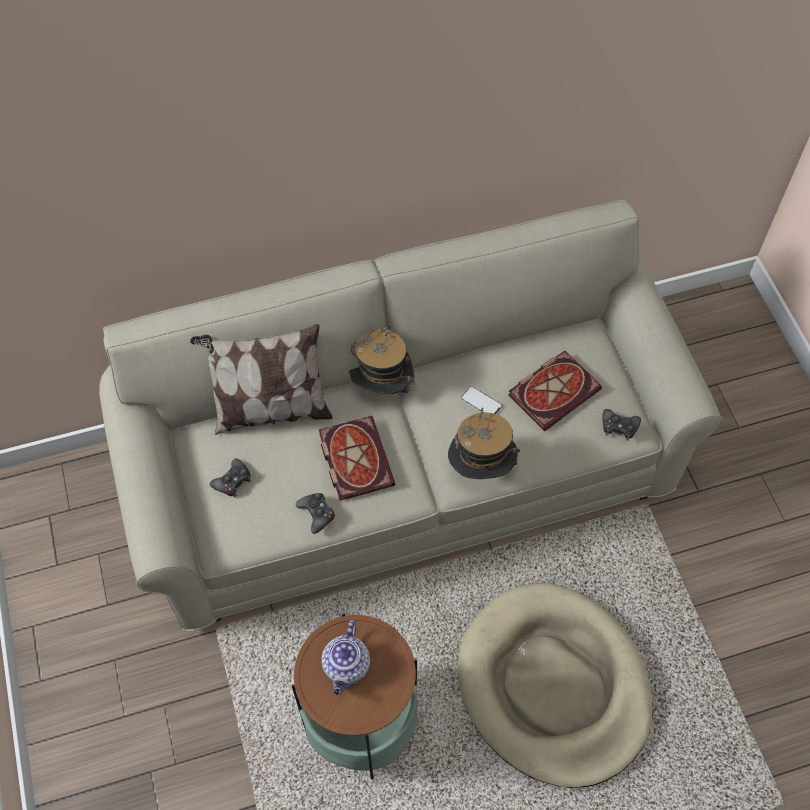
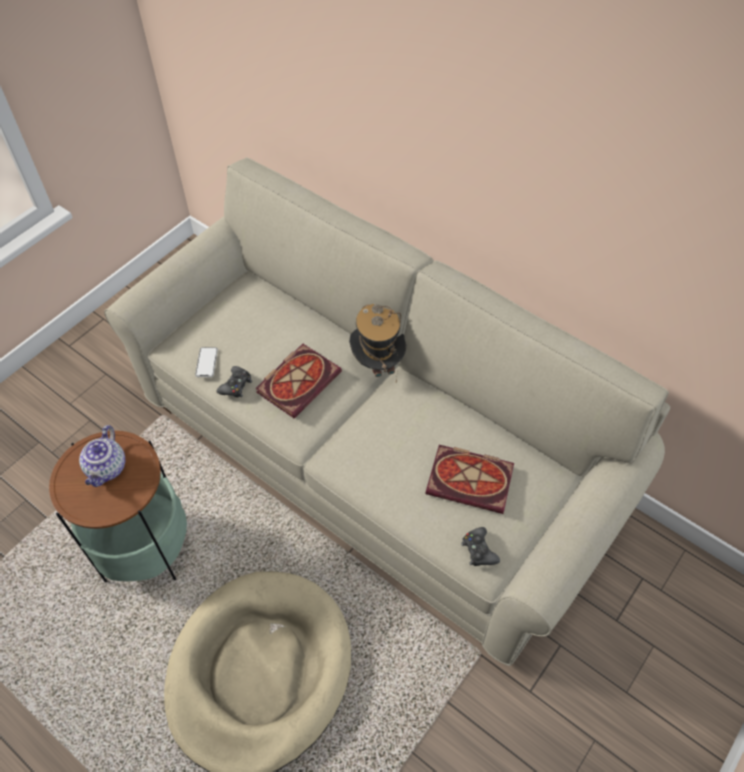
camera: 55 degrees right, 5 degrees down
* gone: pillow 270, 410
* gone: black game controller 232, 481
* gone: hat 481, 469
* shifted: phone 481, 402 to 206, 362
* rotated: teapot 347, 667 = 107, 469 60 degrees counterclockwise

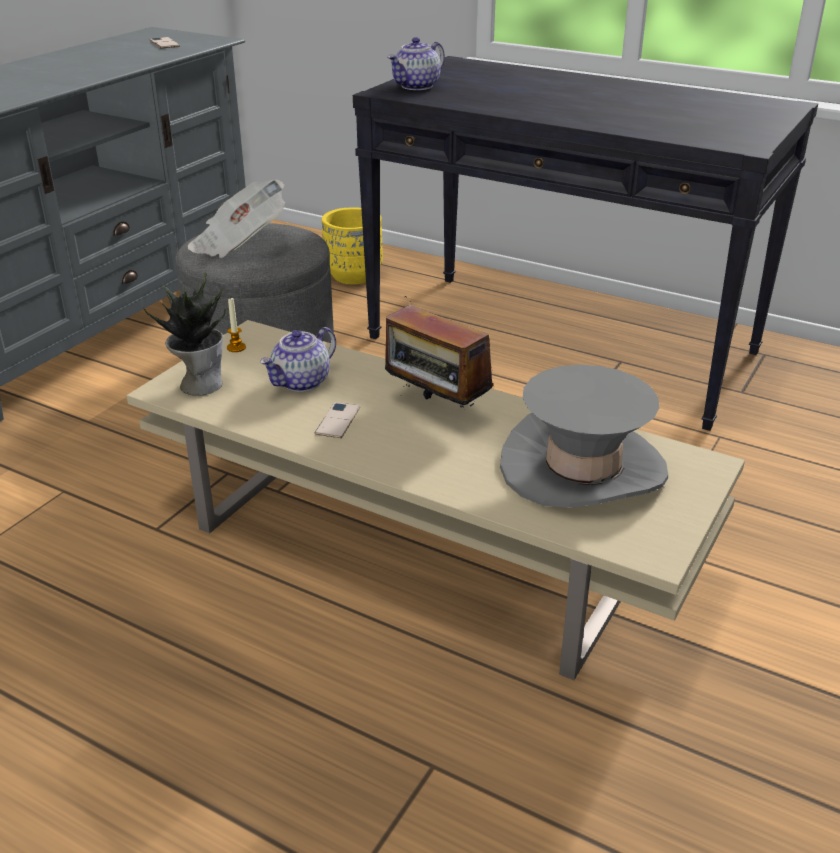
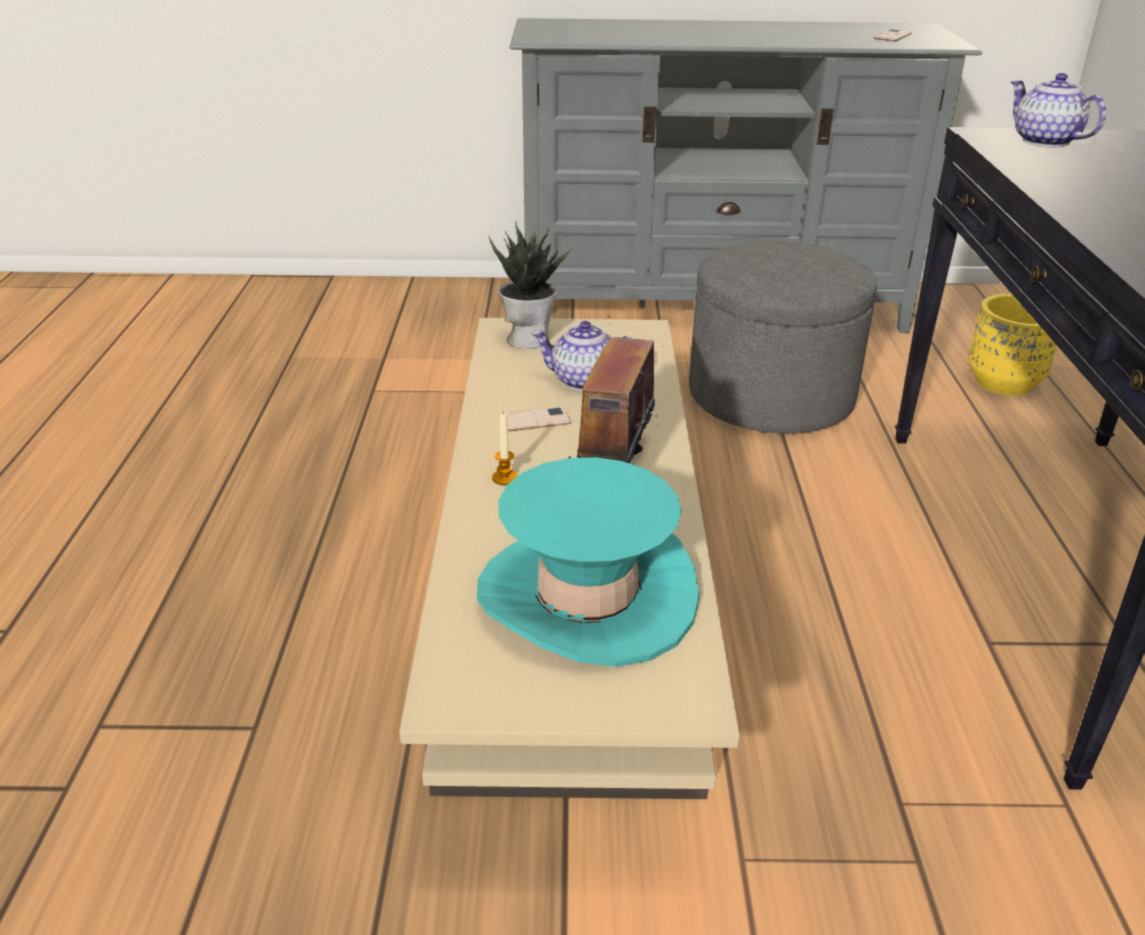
camera: 60 degrees right, 0 degrees up
* gone: newspaper 239, 244
* shifted: candle 236, 348 to 505, 478
* repainted: grey hat 583, 467 to turquoise hat 587, 595
* rotated: teapot 417, 86 = 1044, 141 45 degrees clockwise

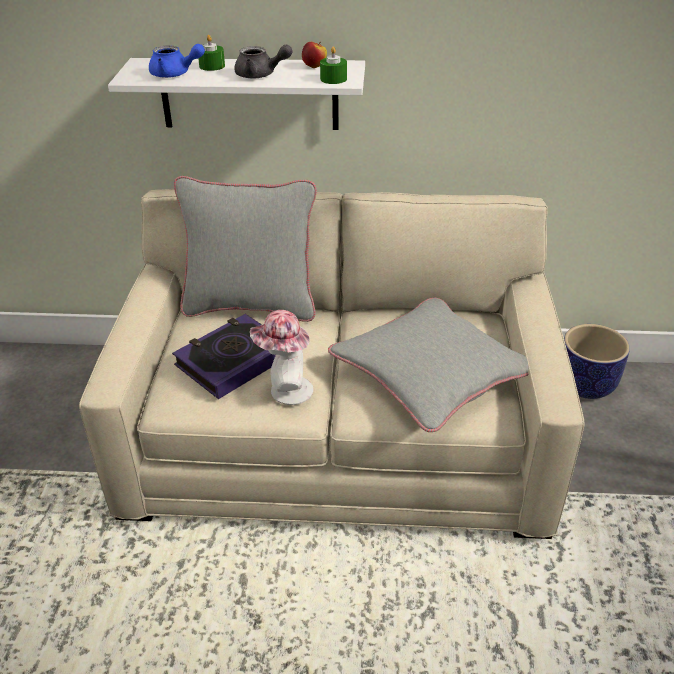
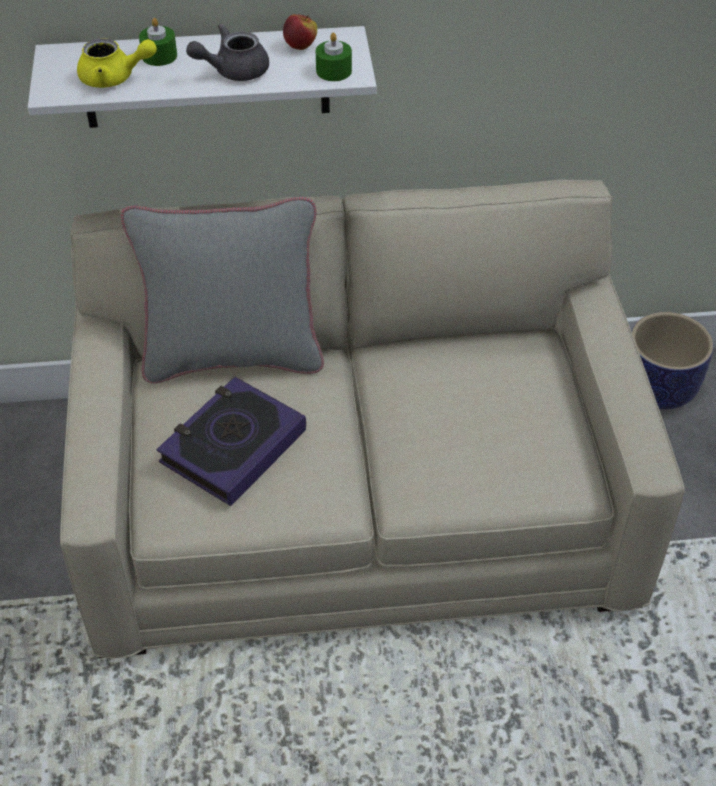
camera: 10 degrees left, 10 degrees up
* gone: hat 285, 391
* gone: grey pillow 431, 372
* repainted: blue teapot 175, 74 to yellow teapot 114, 78
* rotated: grey teapot 260, 75 = 233, 70 150 degrees clockwise

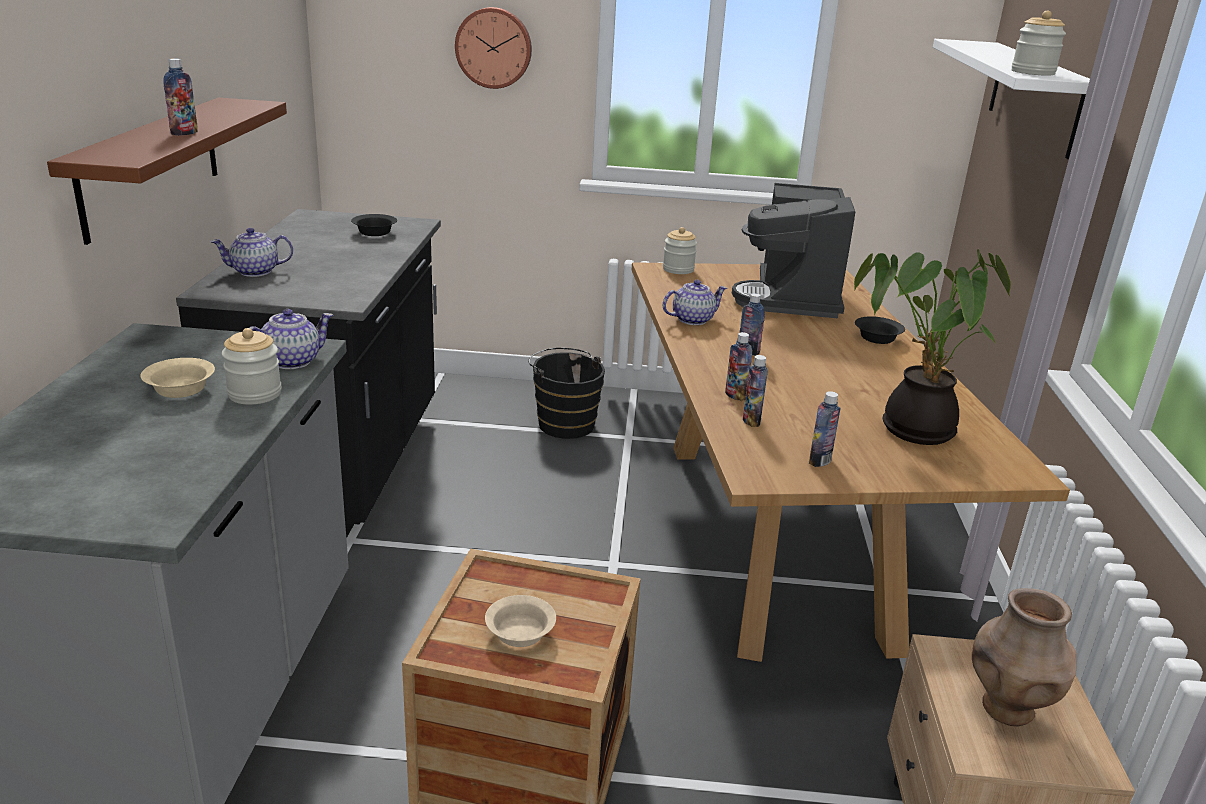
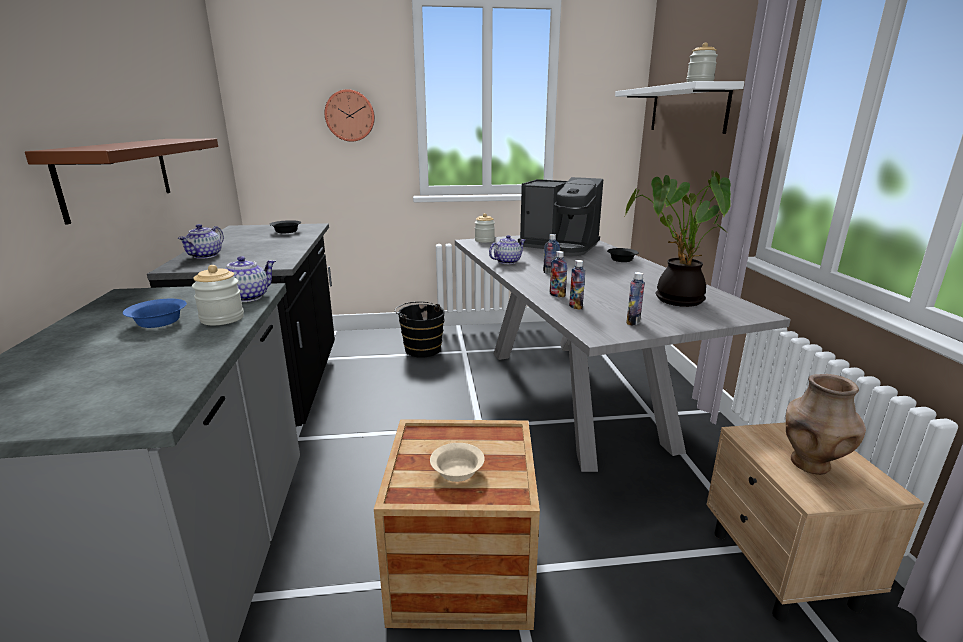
camera: 10 degrees left, 5 degrees down
* gone: bottle 184, 133
* repainted: beige bowl 180, 389 to blue bowl 158, 322
* repainted: brown dining table 775, 536 to grey dining table 574, 394
* rotated: teapot 254, 272 = 205, 256 45 degrees counterclockwise
* rotated: coffee machine 792, 298 = 560, 247 60 degrees counterclockwise

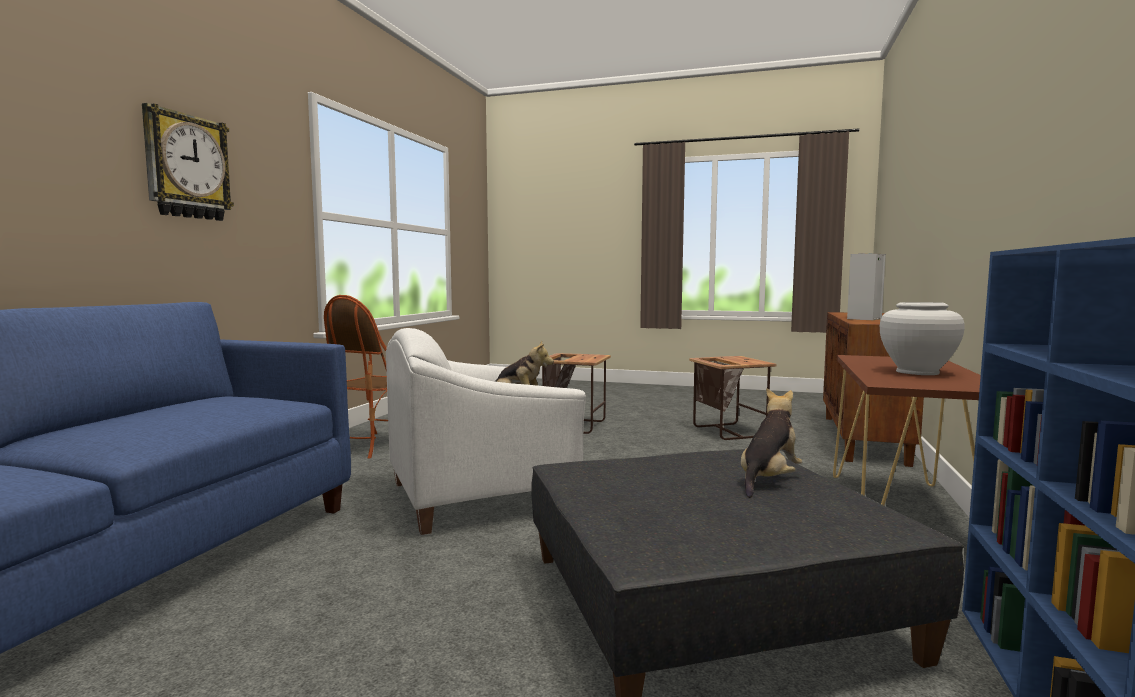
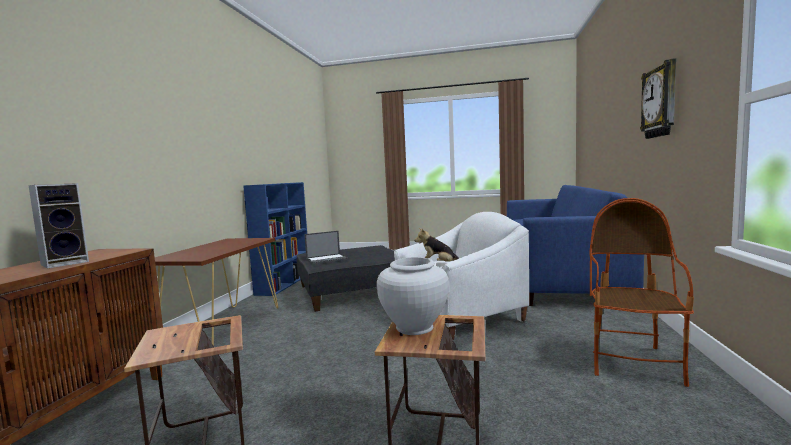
camera: 175 degrees right, 0 degrees up
* shifted: white vase 917, 372 to 414, 328
* swapped: plush toy 768, 480 to laptop 327, 259

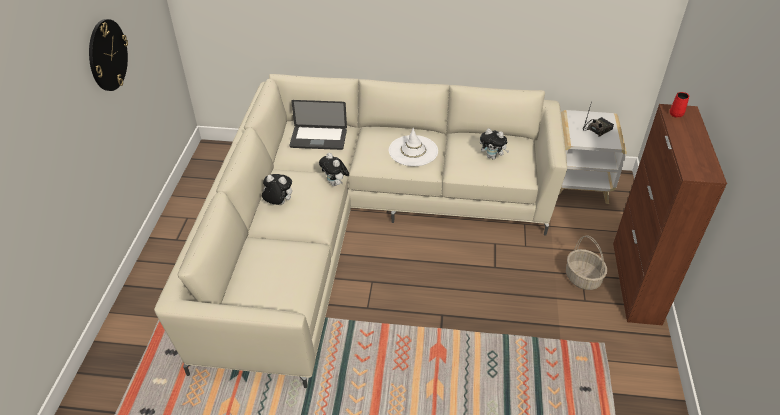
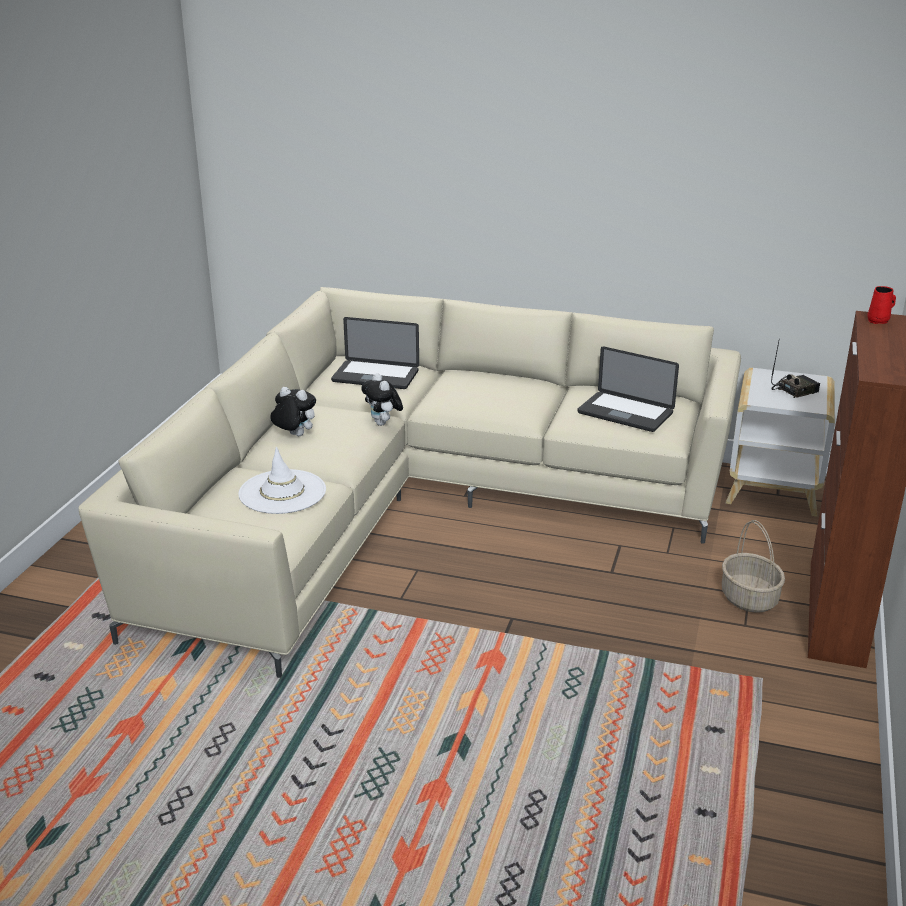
camera: 10 degrees right, 15 degrees down
* gone: wall clock 107, 55
* shifted: white hat 413, 151 to 282, 492
* swapped: plush toy 492, 157 to laptop 625, 413

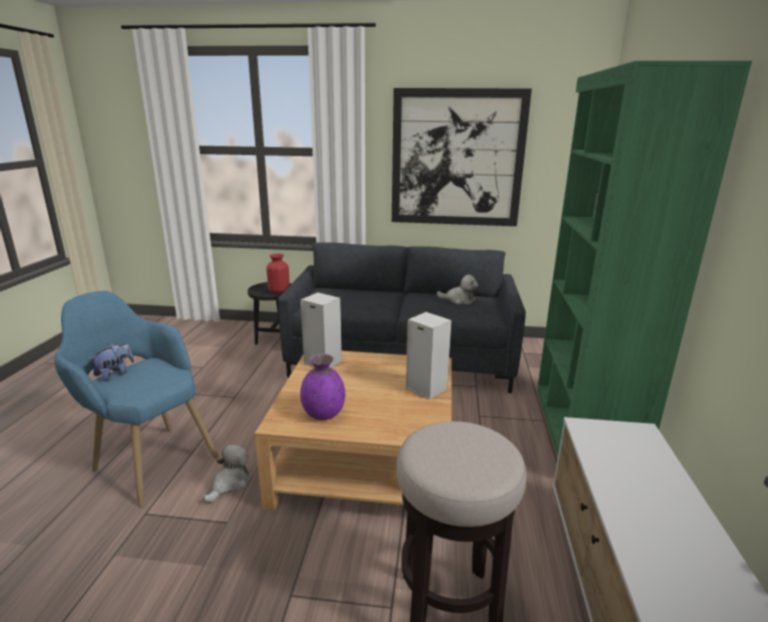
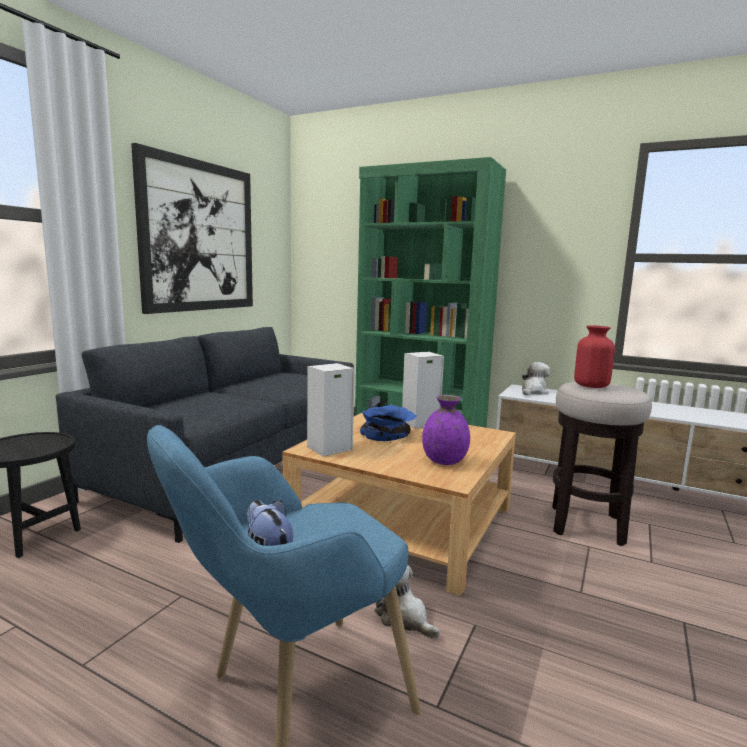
camera: 70 degrees left, 10 degrees down
* new: blue bowl 387, 434
* shifted: red vase 279, 291 to 591, 385
* shifted: plush toy 459, 300 to 533, 392

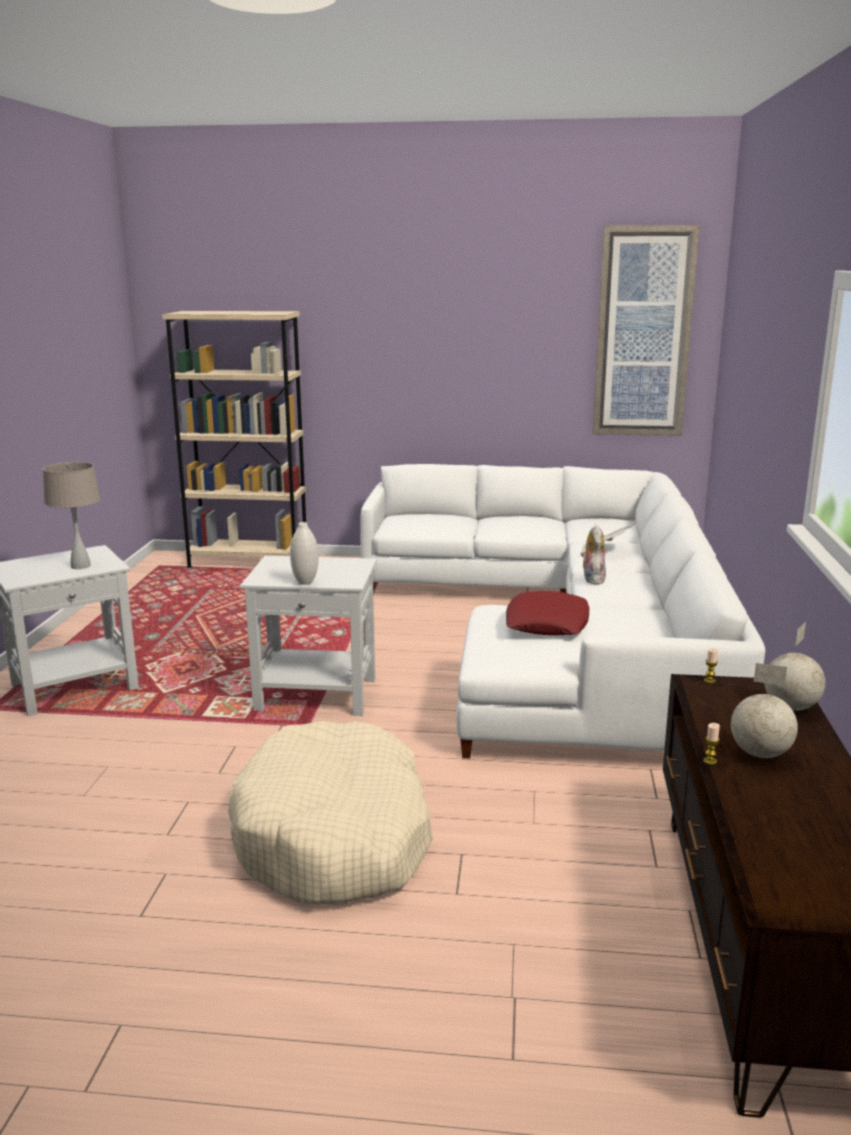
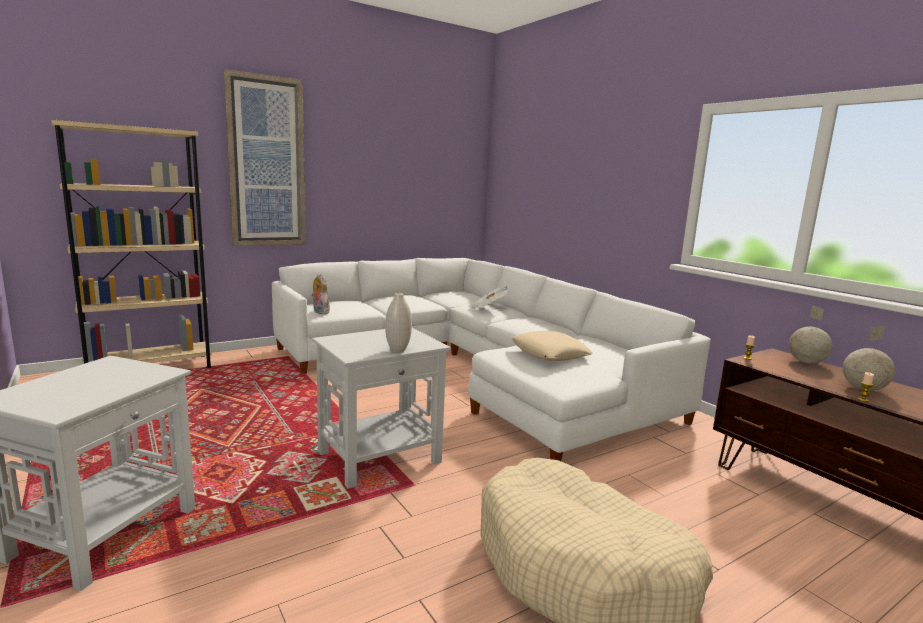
camera: 40 degrees left, 5 degrees down
* gone: beige table lamp 80, 566
* shifted: plush toy 592, 579 to 319, 312
* shifted: picture 643, 333 to 266, 162
* repainted: red pillow 547, 623 to beige pillow 550, 353

